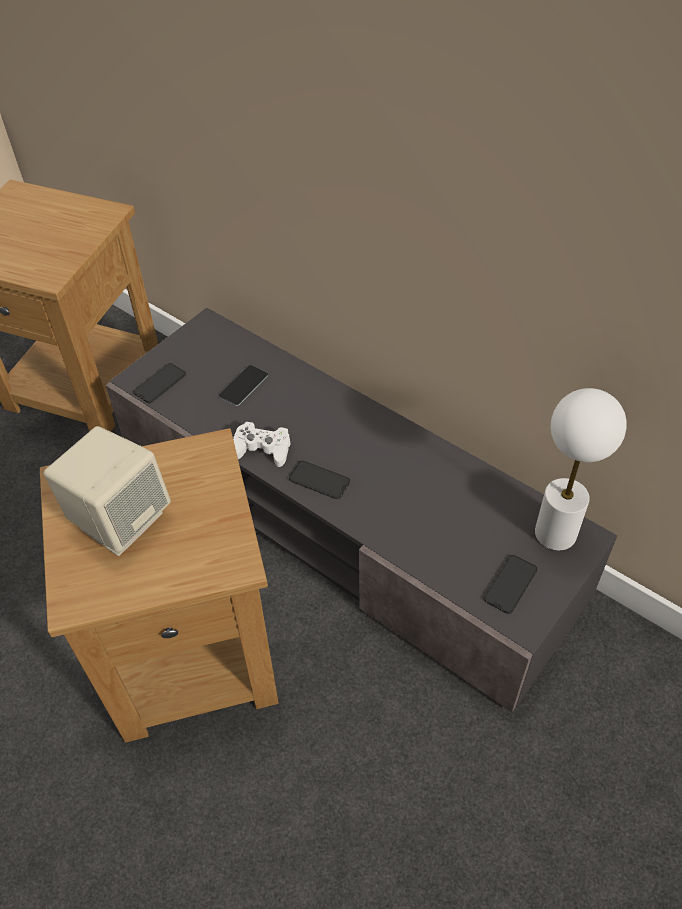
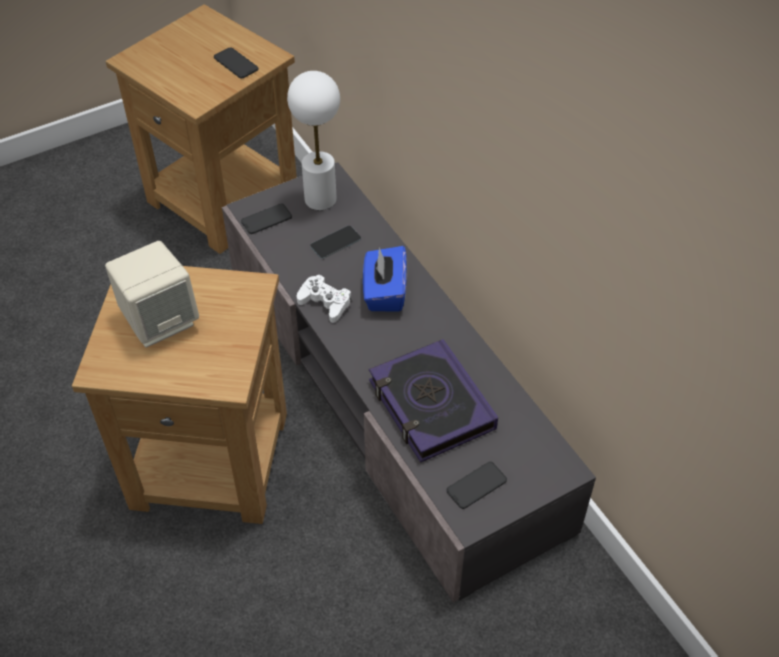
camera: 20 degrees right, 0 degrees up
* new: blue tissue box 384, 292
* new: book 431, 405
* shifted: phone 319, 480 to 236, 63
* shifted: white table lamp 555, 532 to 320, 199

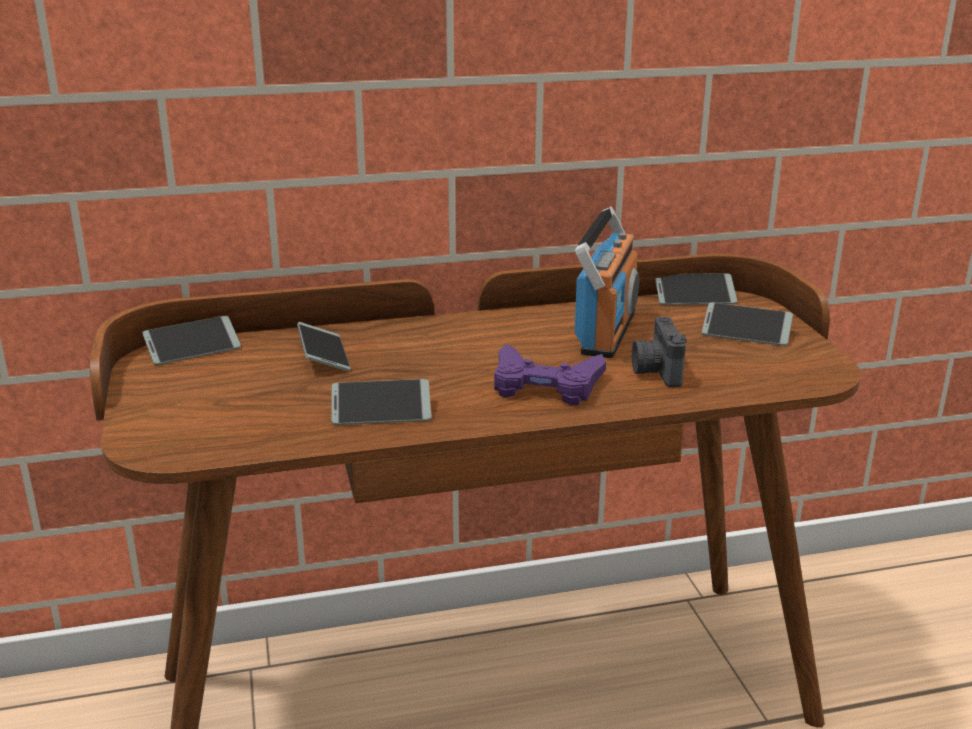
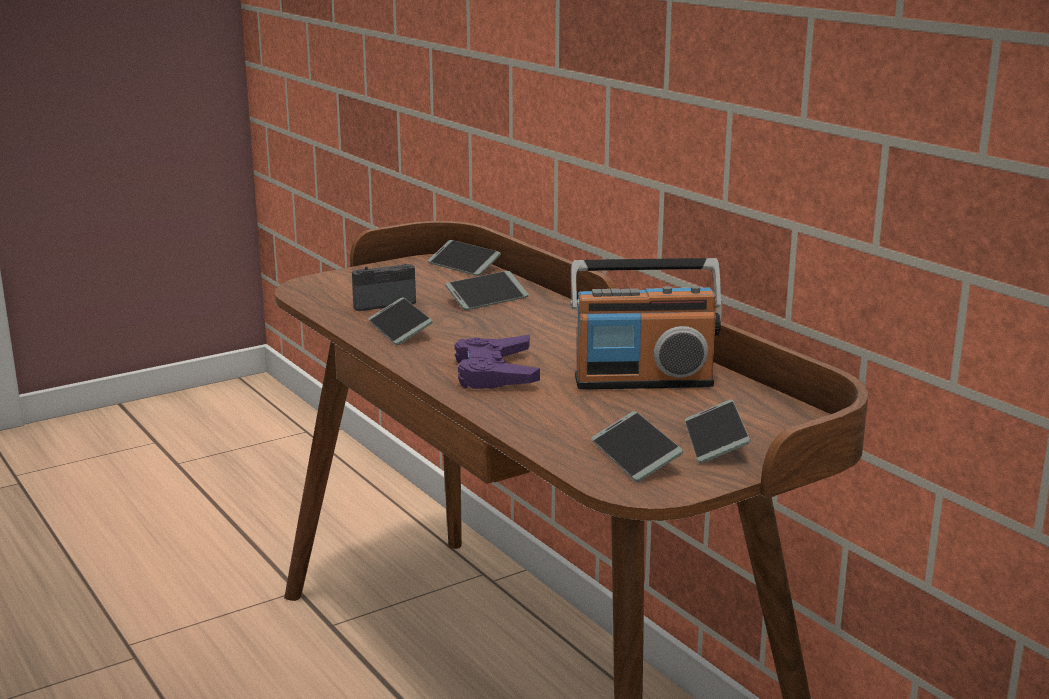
camera: 70 degrees right, 5 degrees down
* shifted: photo camera 655, 371 to 382, 303
* shifted: phone 694, 297 to 635, 457

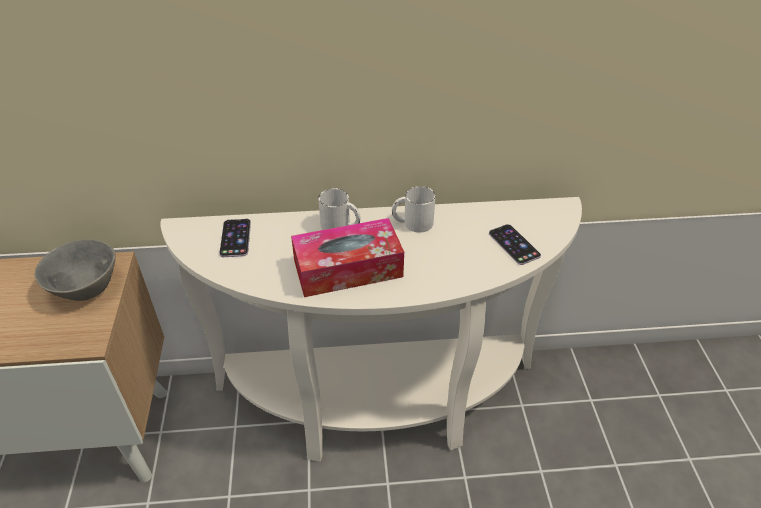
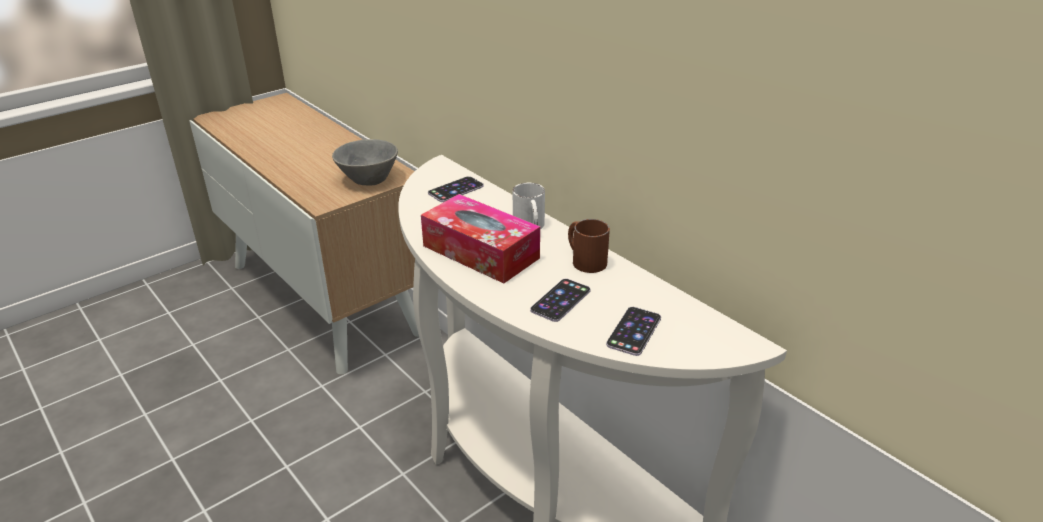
camera: 55 degrees right, 10 degrees down
* new: phone 560, 300
* repainted: white mug 412, 223 to brown mug 584, 260

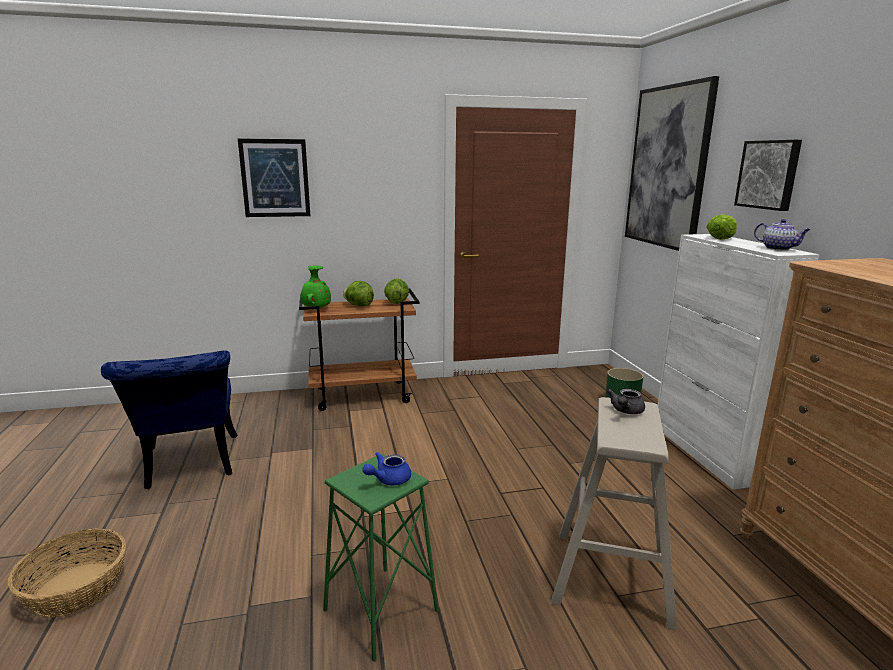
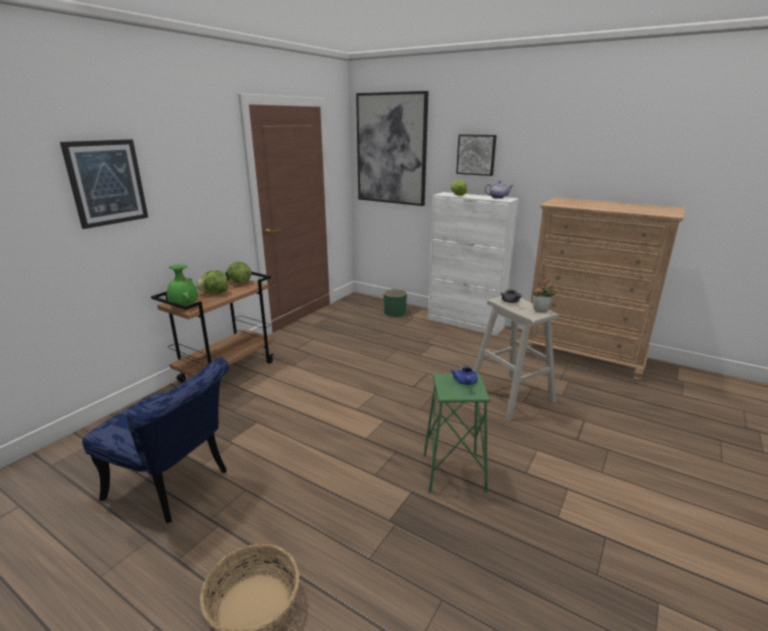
camera: 45 degrees left, 5 degrees up
* new: potted plant 541, 310

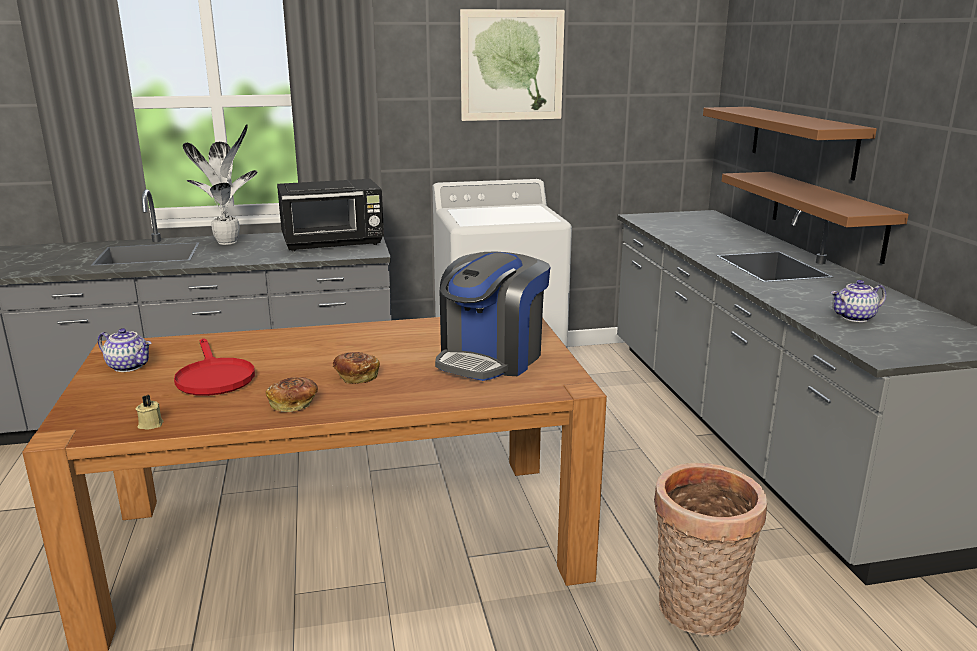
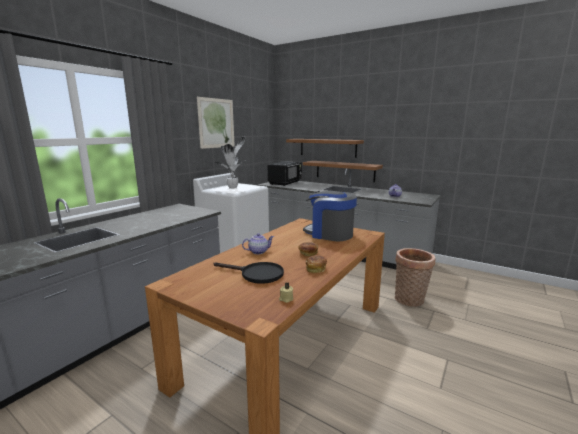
camera: 45 degrees left, 5 degrees down
* shifted: teapot 129, 366 to 258, 251
* shifted: potted plant 229, 242 to 233, 187
* shifted: black microwave 334, 243 to 285, 183
* repainted: red frying pan 213, 377 to black frying pan 256, 274
* rotated: coffee machine 491, 358 = 329, 234 135 degrees clockwise

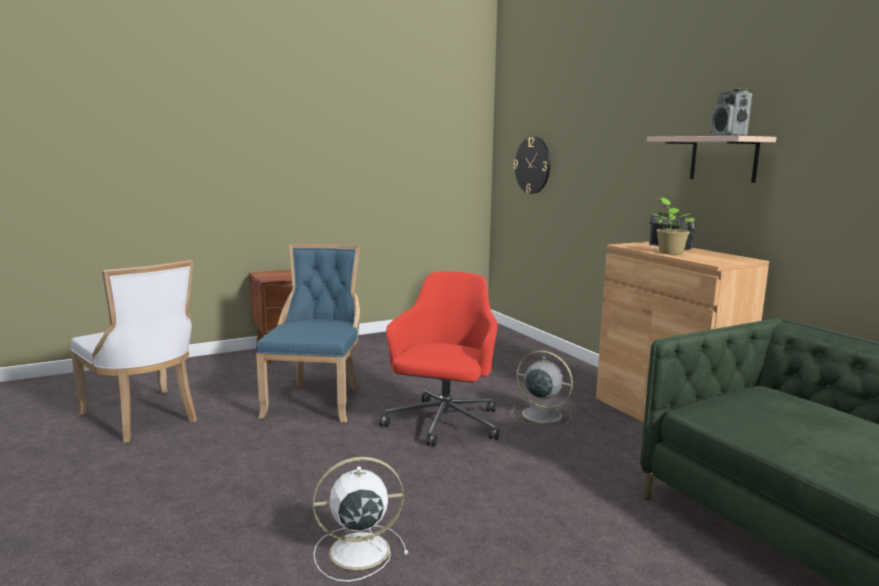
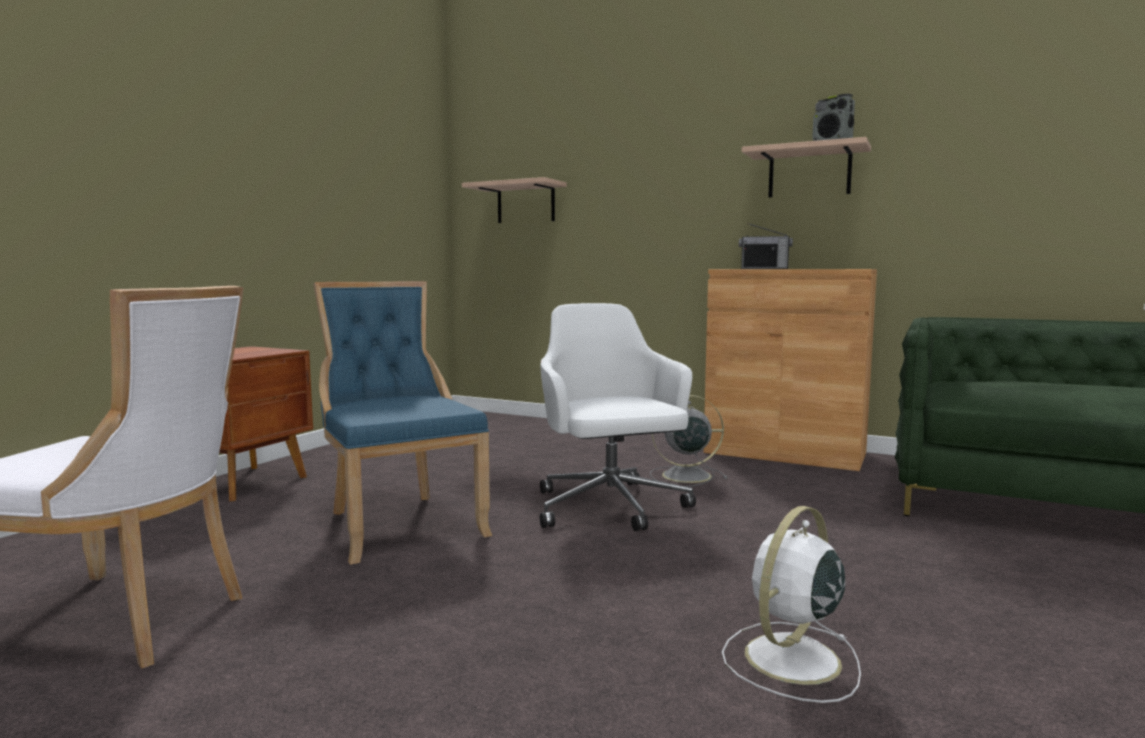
camera: 35 degrees left, 5 degrees down
* gone: potted plant 669, 252
* swapped: wall clock 533, 165 to shelf 526, 203
* repainted: red office chair 443, 424 to white office chair 610, 508

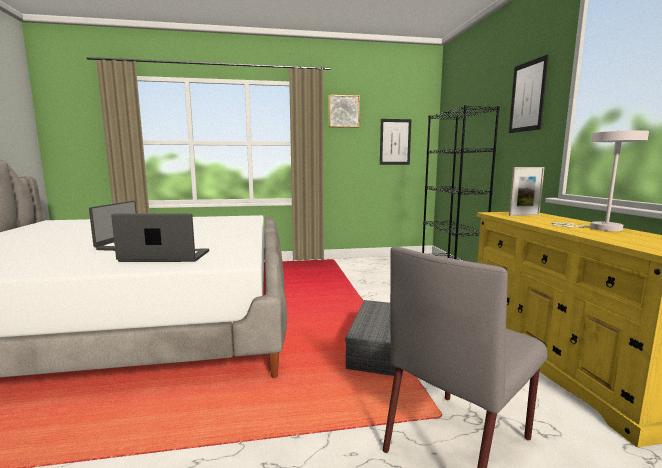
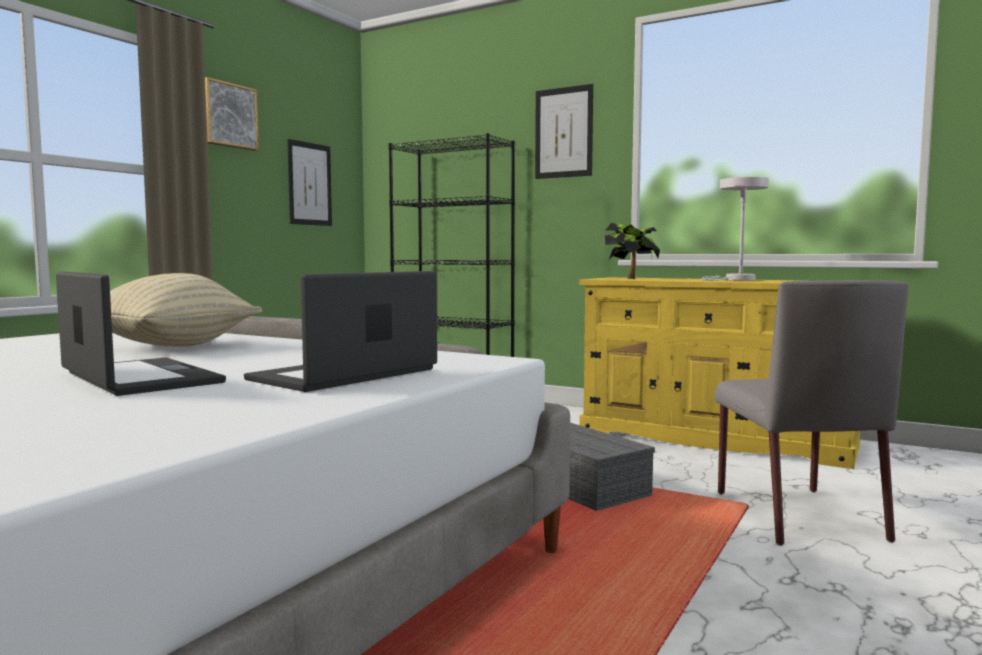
camera: 50 degrees left, 5 degrees down
* new: beige pillow 170, 347
* swapped: picture frame 524, 215 to potted plant 632, 278

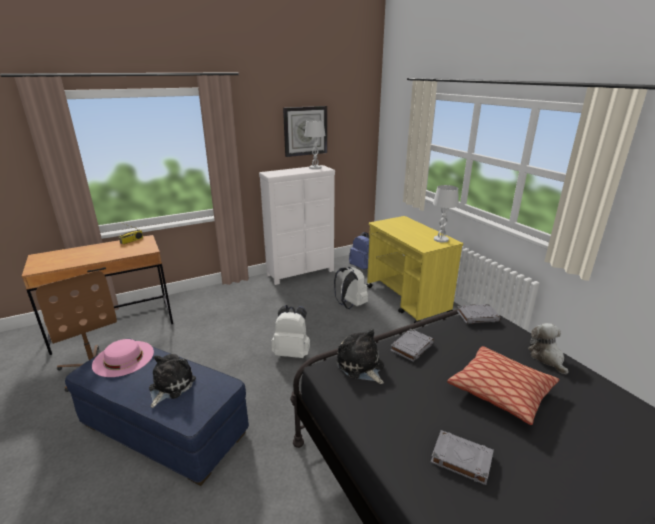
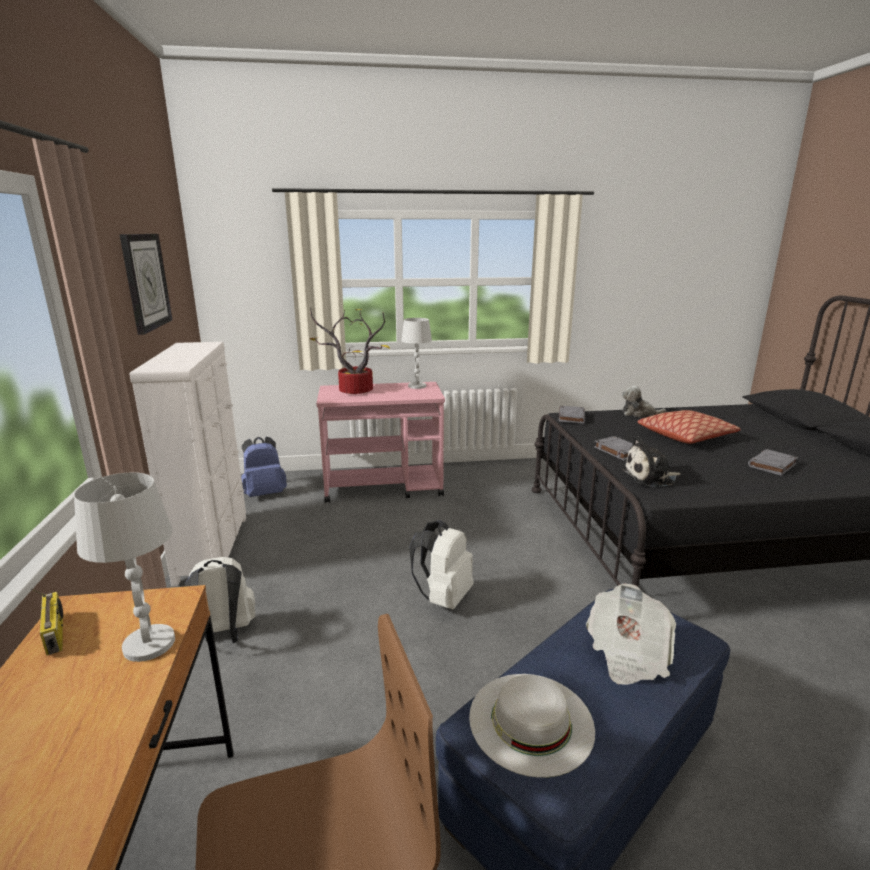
camera: 70 degrees left, 5 degrees down
* new: potted plant 352, 391
* shifted: white table lamp 315, 168 to 150, 644
* shifted: white backpack 350, 305 to 224, 635
* swapped: plush toy 170, 386 to newspaper 627, 653
* repainted: pink hat 123, 358 to white hat 531, 721
* repainted: yellow cart 407, 300 to pink cart 384, 487

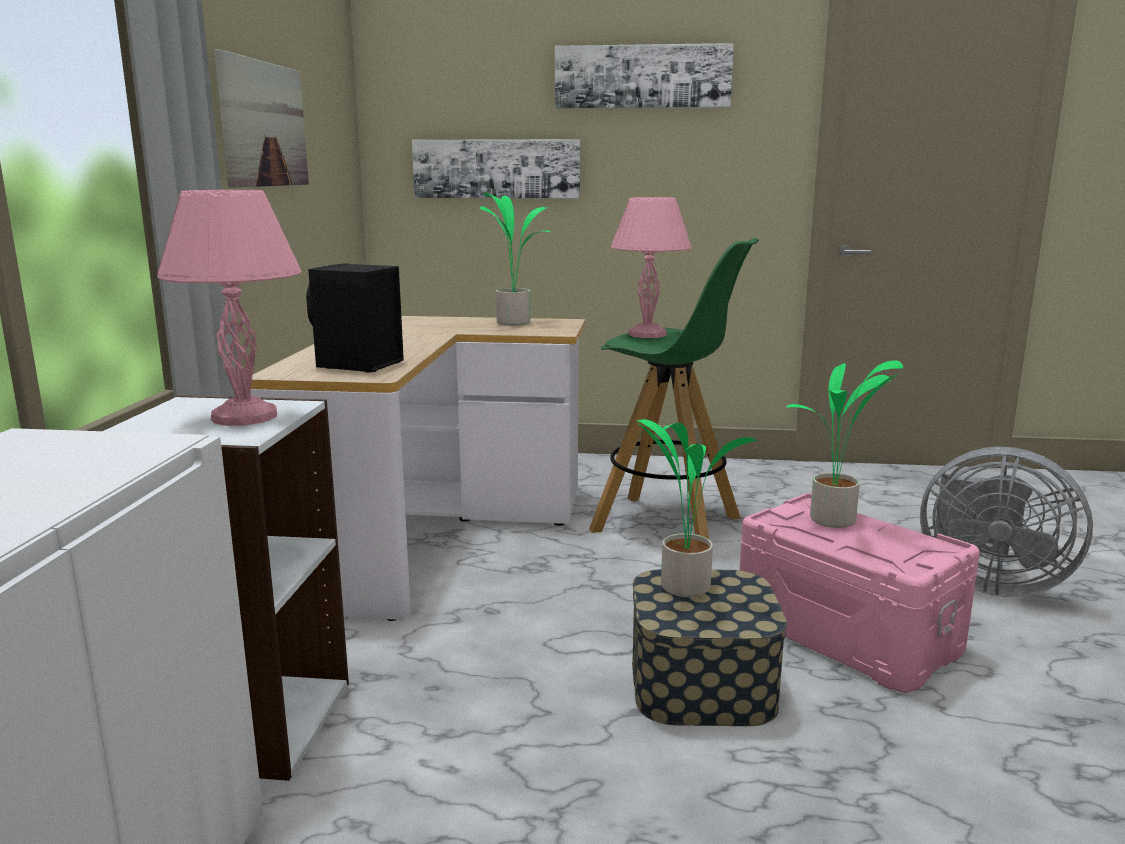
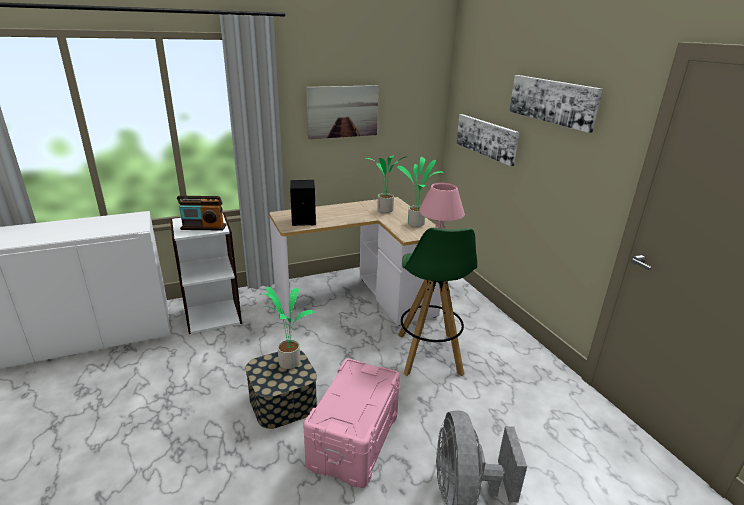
camera: 60 degrees right, 10 degrees up
* shifted: potted plant 834, 522 to 384, 210
* swapped: pink table lamp 246, 416 to radio 203, 227

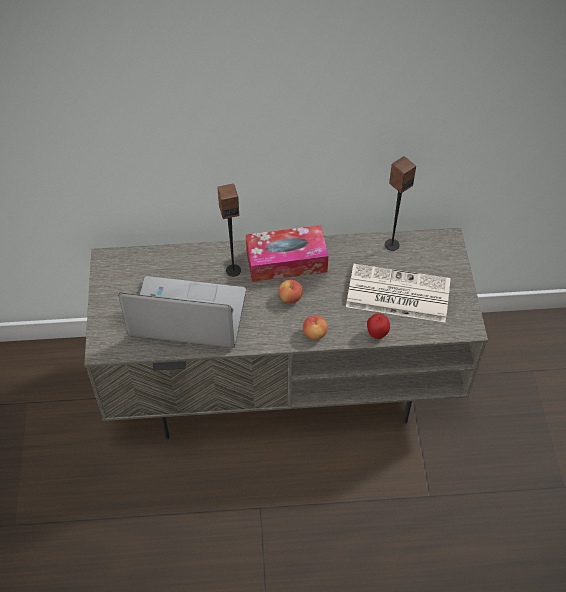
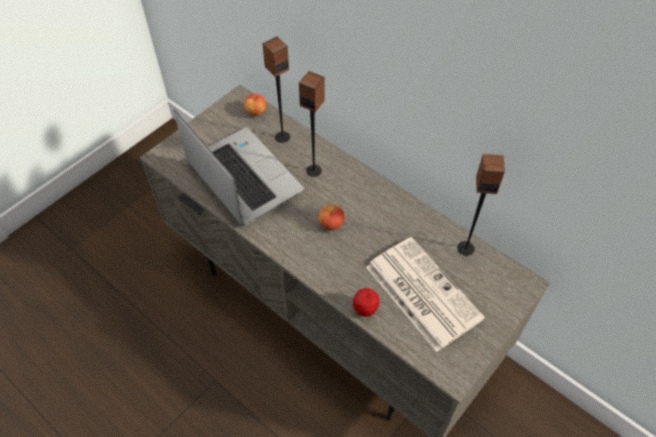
camera: 45 degrees right, 0 degrees up
* gone: tissue box 286, 261
* new: speaker 282, 137
* shifted: apple 314, 333 to 256, 112

